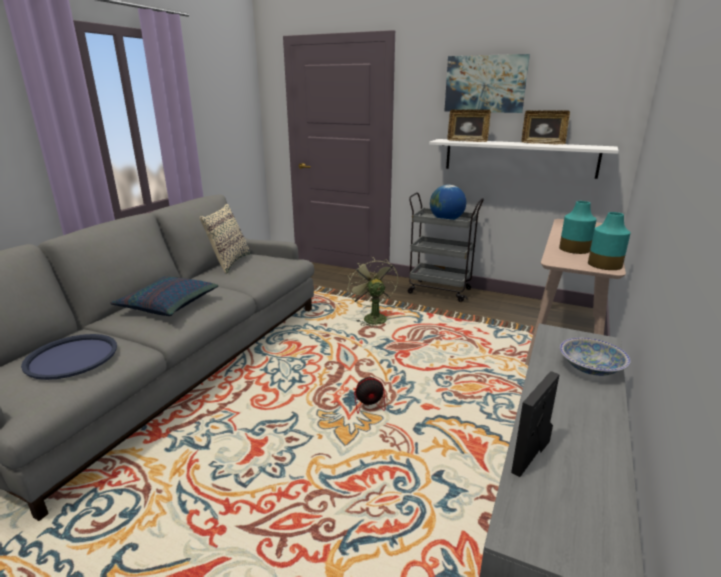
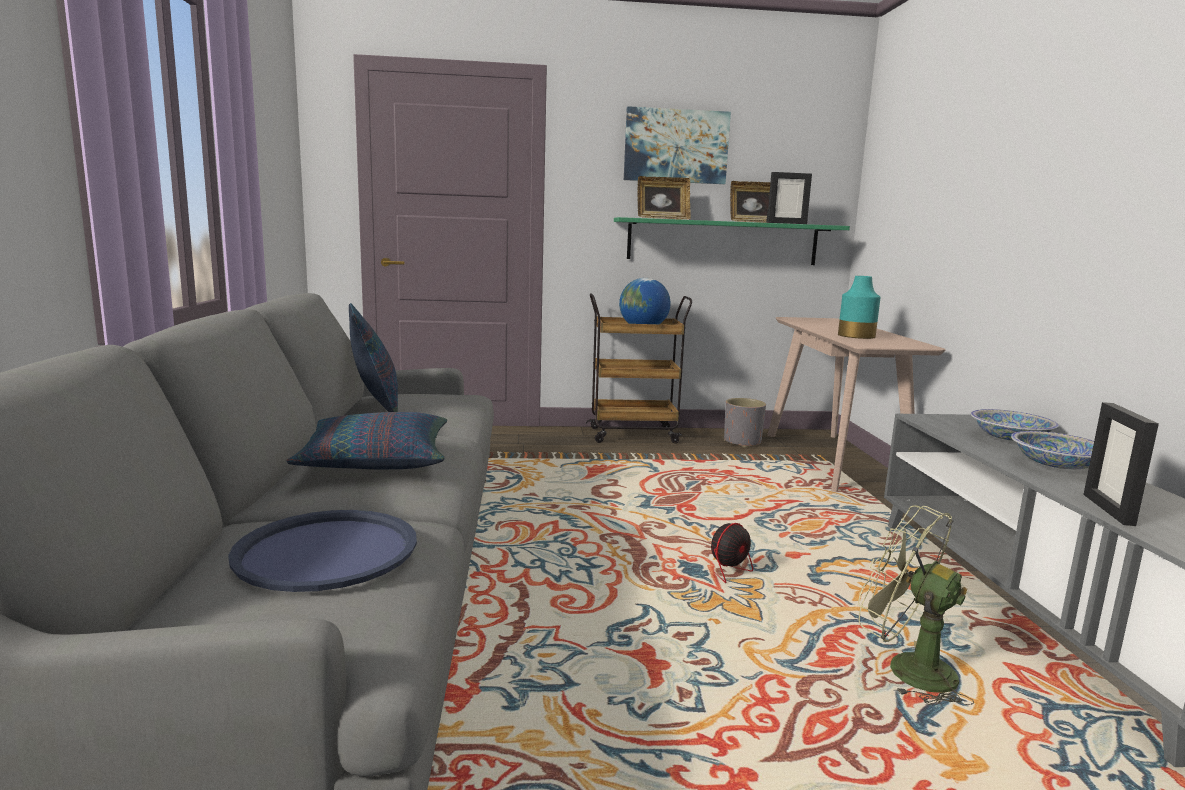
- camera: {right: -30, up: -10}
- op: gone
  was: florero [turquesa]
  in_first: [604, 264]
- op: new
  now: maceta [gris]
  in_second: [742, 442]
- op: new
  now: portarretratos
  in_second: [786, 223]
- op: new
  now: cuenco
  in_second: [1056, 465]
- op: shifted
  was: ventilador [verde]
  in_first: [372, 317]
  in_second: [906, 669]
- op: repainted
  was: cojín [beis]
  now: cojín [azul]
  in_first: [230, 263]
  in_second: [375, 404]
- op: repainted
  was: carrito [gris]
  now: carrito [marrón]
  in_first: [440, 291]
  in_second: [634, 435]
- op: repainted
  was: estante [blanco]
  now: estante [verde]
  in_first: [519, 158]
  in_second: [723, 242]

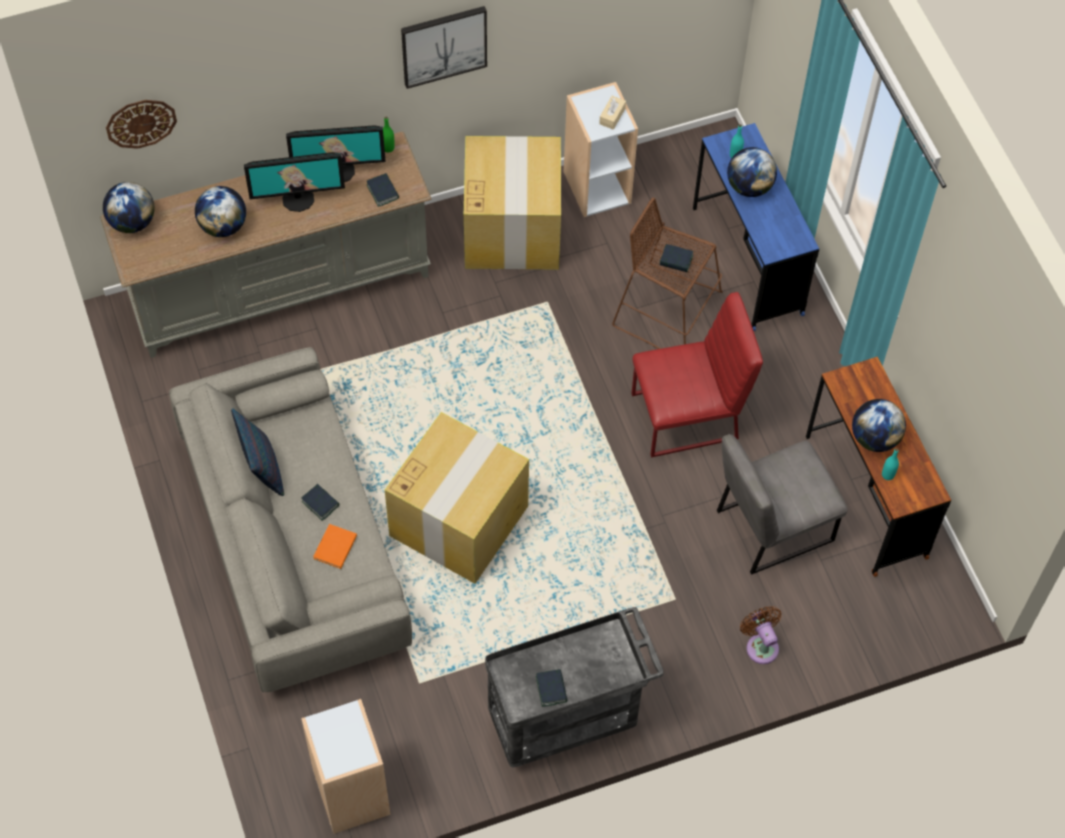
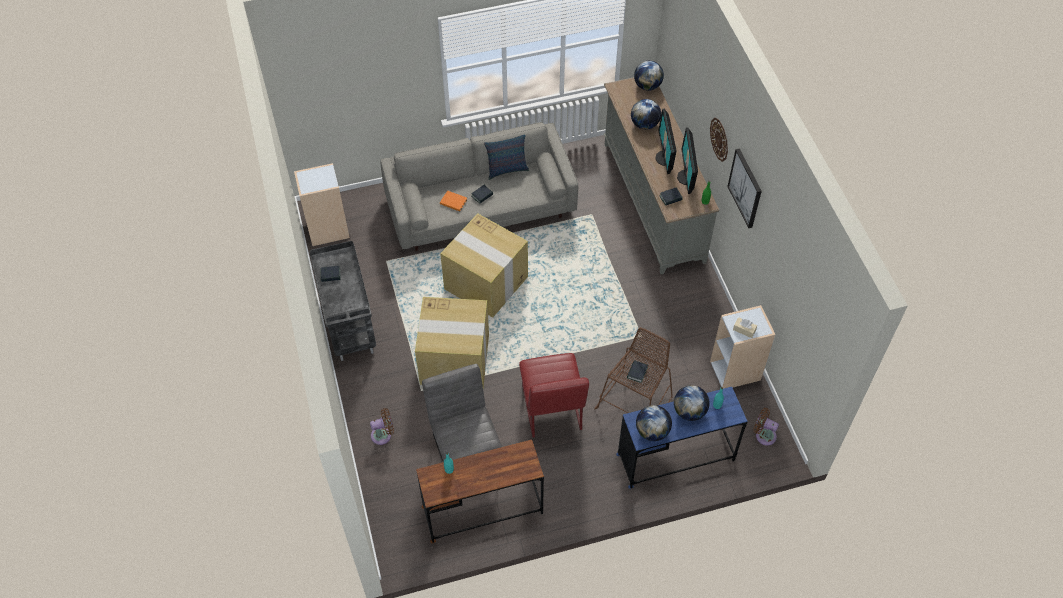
- camera: {right: 95, up: -5}
- op: new
  now: ventilador [marrón]
  in_second: [763, 435]
- op: shifted
  was: reloj de pared
  in_first: [141, 123]
  in_second: [719, 139]
- op: shifted
  was: caja de cartón
  in_first: [512, 229]
  in_second: [456, 359]
- op: shifted
  was: globo terráqueo
  in_first: [874, 438]
  in_second: [652, 431]

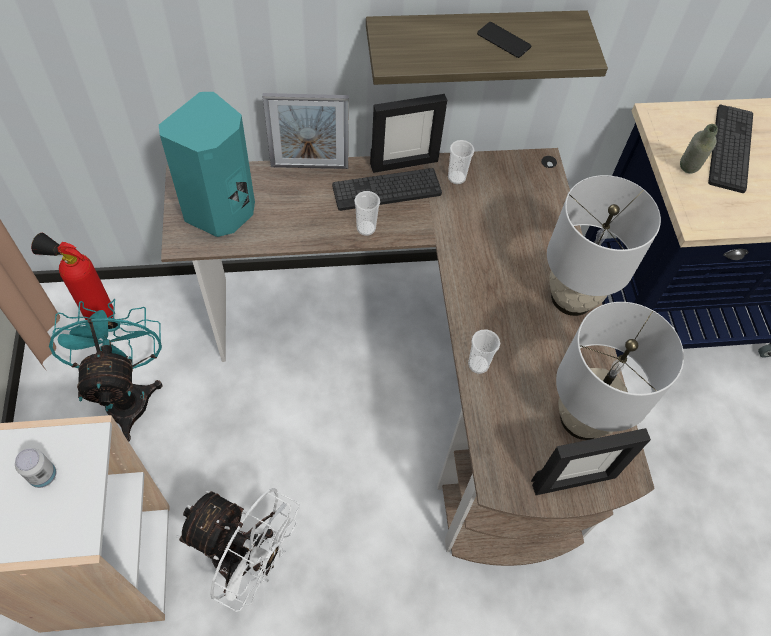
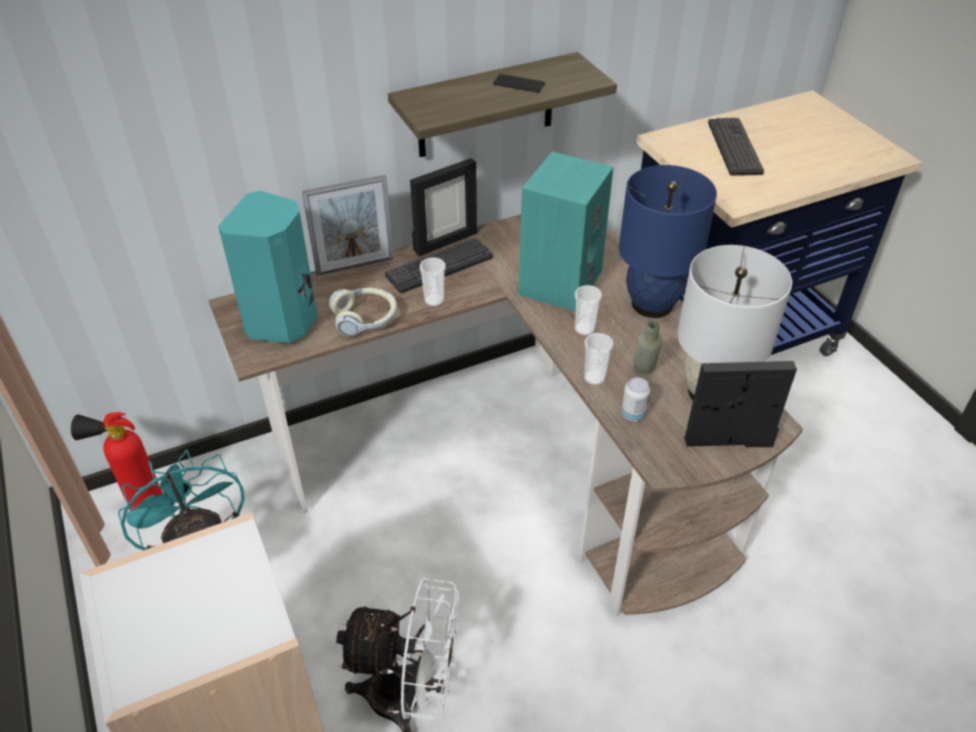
- camera: {right: -15, up: -15}
- op: new
  now: auriculares
  in_second: [365, 319]
- op: new
  now: altavoz [turquesa]
  in_second: [559, 281]
- op: shifted
  was: lata
  in_first: [43, 476]
  in_second: [633, 414]
- op: shifted
  was: taza
  in_first: [456, 177]
  in_second: [584, 329]
- op: shifted
  was: botella [gris]
  in_first: [685, 174]
  in_second: [643, 375]
- op: repainted
  was: lámpara de mesa [blanco]
  now: lámpara de mesa [azul]
  in_first: [571, 297]
  in_second: [651, 304]
- op: rotated
  was: portarretratos
  in_first: [573, 479]
  in_second: [728, 442]
  clockwise: -150

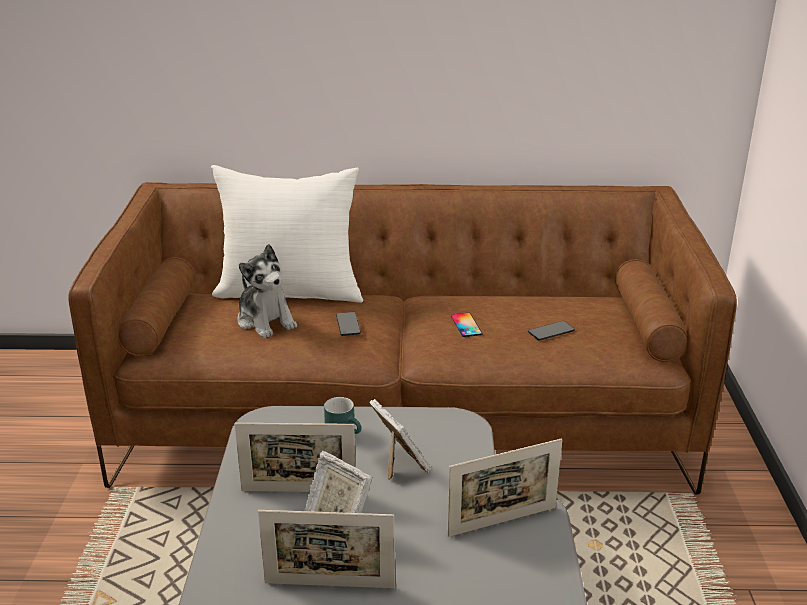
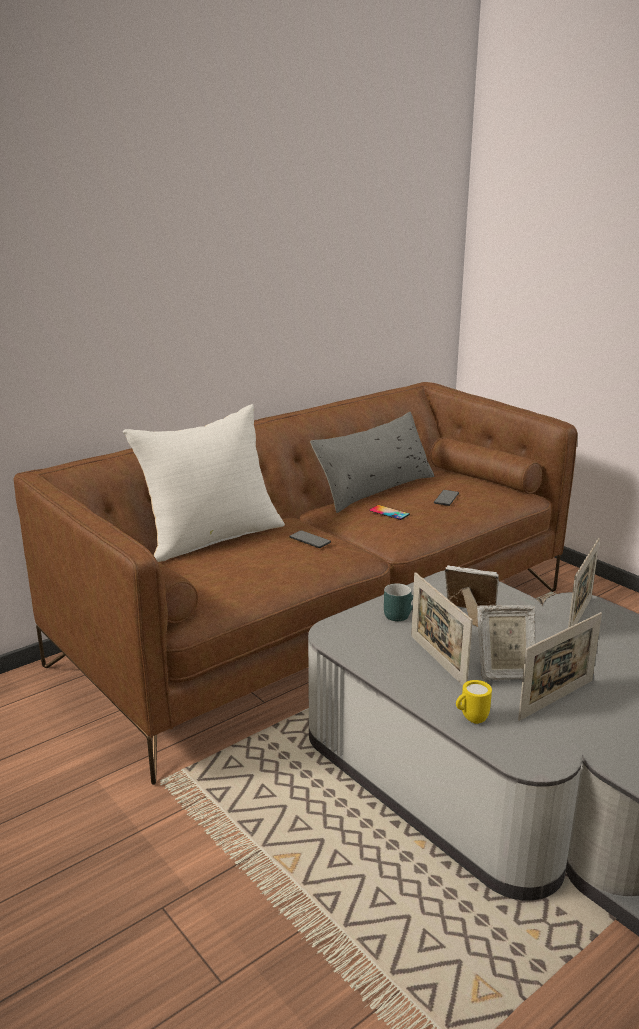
- camera: {right: -40, up: -5}
- op: gone
  was: peluche
  in_first: [266, 321]
- op: new
  now: cojín [gris]
  in_second: [374, 489]
- op: new
  now: taza grande [amarillo]
  in_second: [470, 719]
- op: rotated
  was: portarretratos
  in_first: [298, 491]
  in_second: [437, 661]
  clockwise: 105

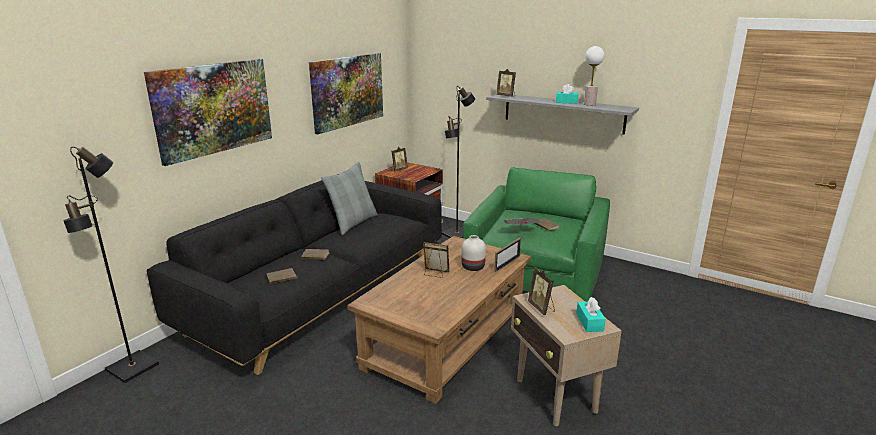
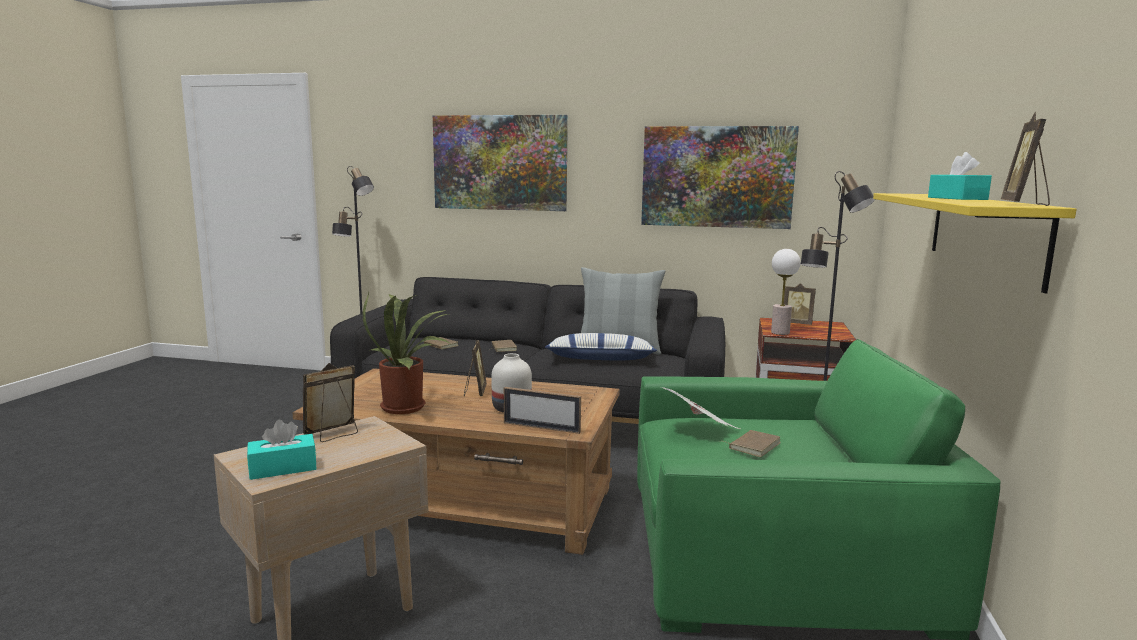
- camera: {right: 70, up: -10}
- op: new
  now: planta en maceta
  in_second: [408, 407]
- op: new
  now: cojín
  in_second: [600, 359]
- op: shifted
  was: portarretratos
  in_first: [506, 96]
  in_second: [1024, 204]
- op: shifted
  was: lámpara de mesa
  in_first: [589, 104]
  in_second: [780, 332]
- op: repainted
  was: estante [gris]
  now: estante [amarillo]
  in_first: [563, 113]
  in_second: [982, 233]

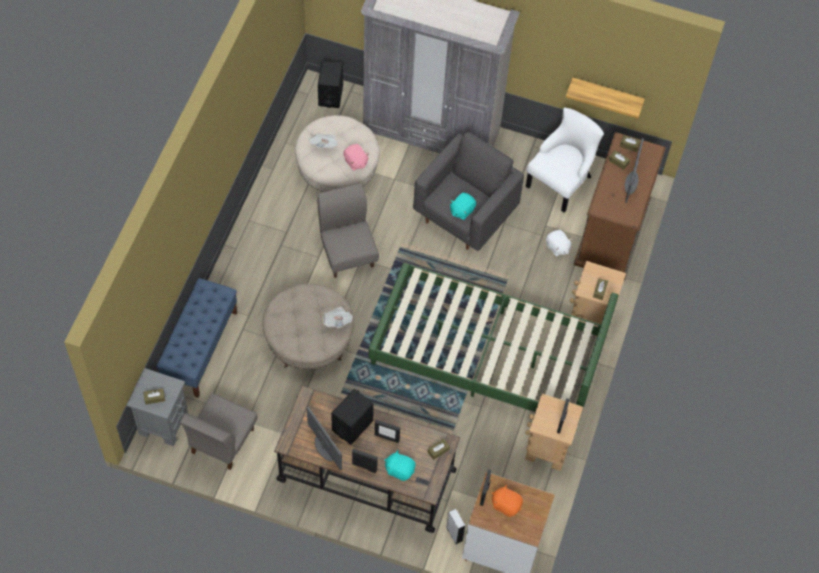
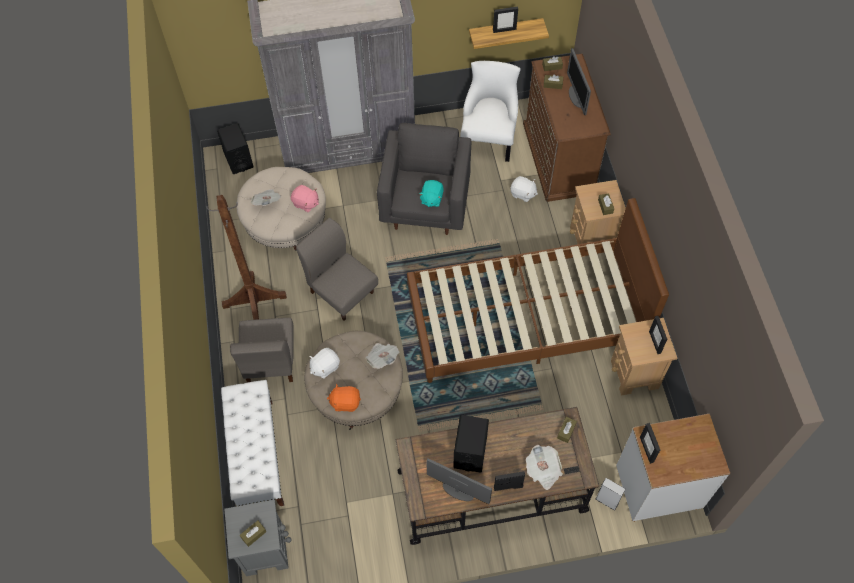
- camera: {right: -25, up: 0}
- op: new
  now: perchero [marrón]
  in_second: [254, 301]
- op: new
  now: peluche [blanco]
  in_second: [325, 367]
- op: shifted
  was: silla [gris]
  in_first: [222, 441]
  in_second: [270, 361]
- op: shifted
  was: portarretratos
  in_first: [387, 437]
  in_second: [504, 29]
- op: shifted
  was: peluche [naranja]
  in_first: [506, 505]
  in_second: [345, 402]
- op: swapped
  was: peluche [turquesa]
  now: periódico
  in_first: [399, 469]
  in_second: [543, 470]
- op: repainted
  was: banco [azul]
  now: banco [blanco]
  in_first: [200, 348]
  in_second: [257, 455]
- op: repainted
  was: cama [verde]
  now: cama [marrón]
  in_first: [487, 355]
  in_second: [526, 319]

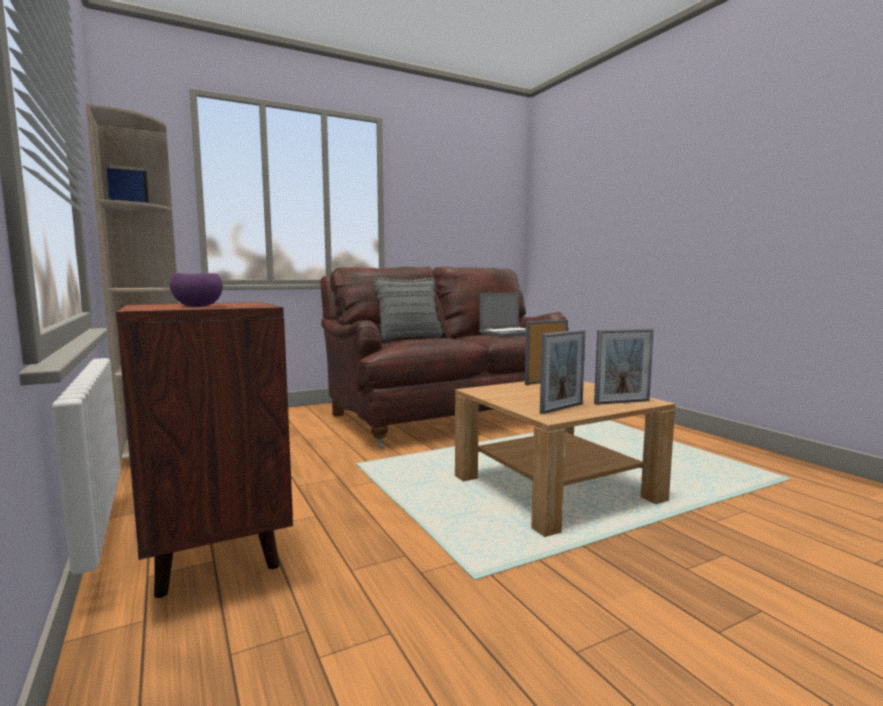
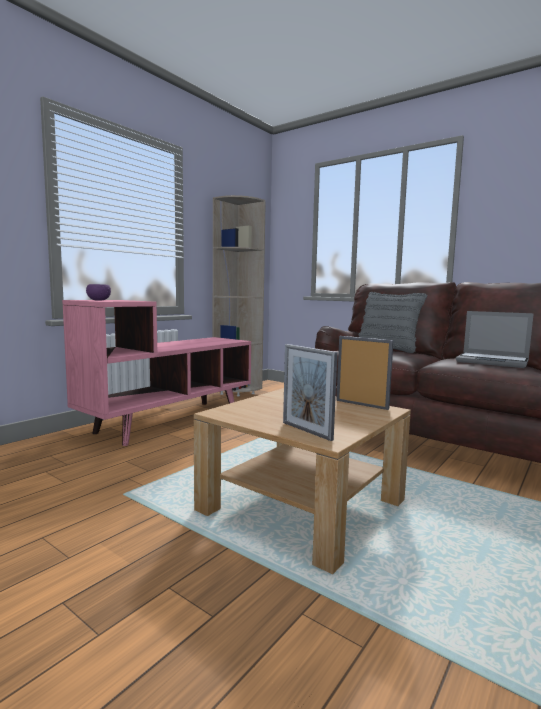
- camera: {right: 65, up: 0}
- op: gone
  was: portarretratos
  in_first: [561, 408]
- op: repainted
  was: mueble de televisión [marrón]
  now: mueble de televisión [rosa]
  in_first: [206, 516]
  in_second: [171, 420]

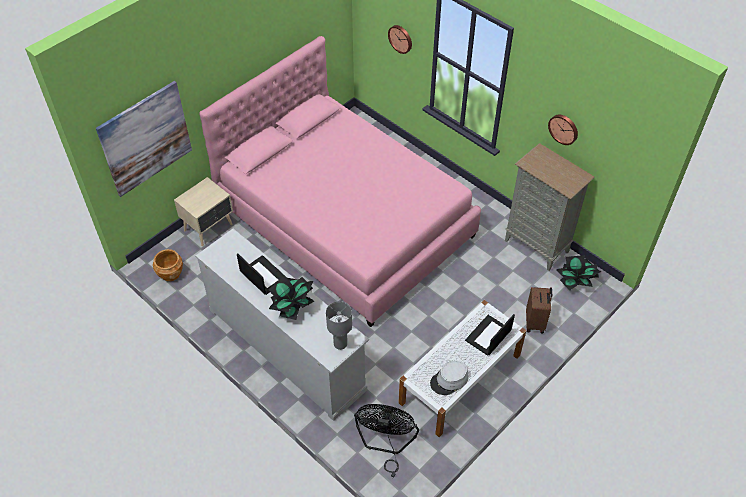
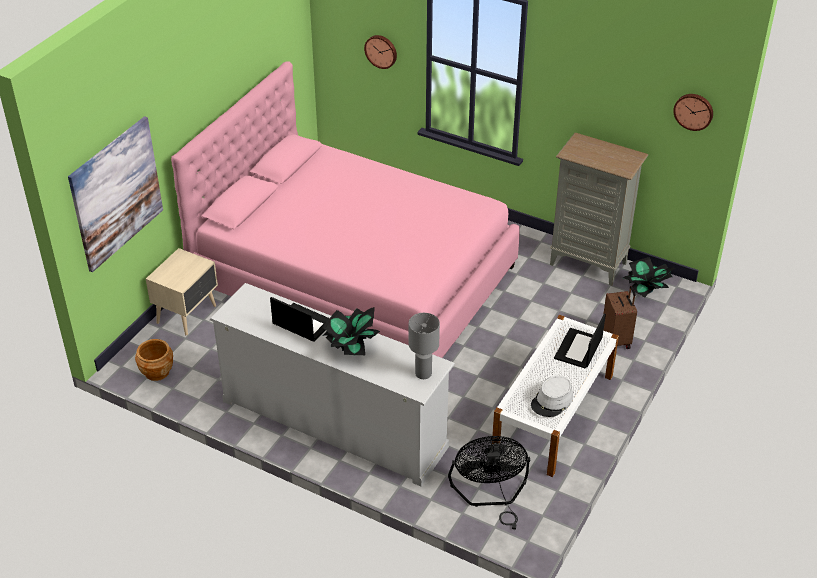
- camera: {right: -15, up: -10}
- op: shifted
  was: reloj de pared
  in_first: [564, 128]
  in_second: [694, 111]

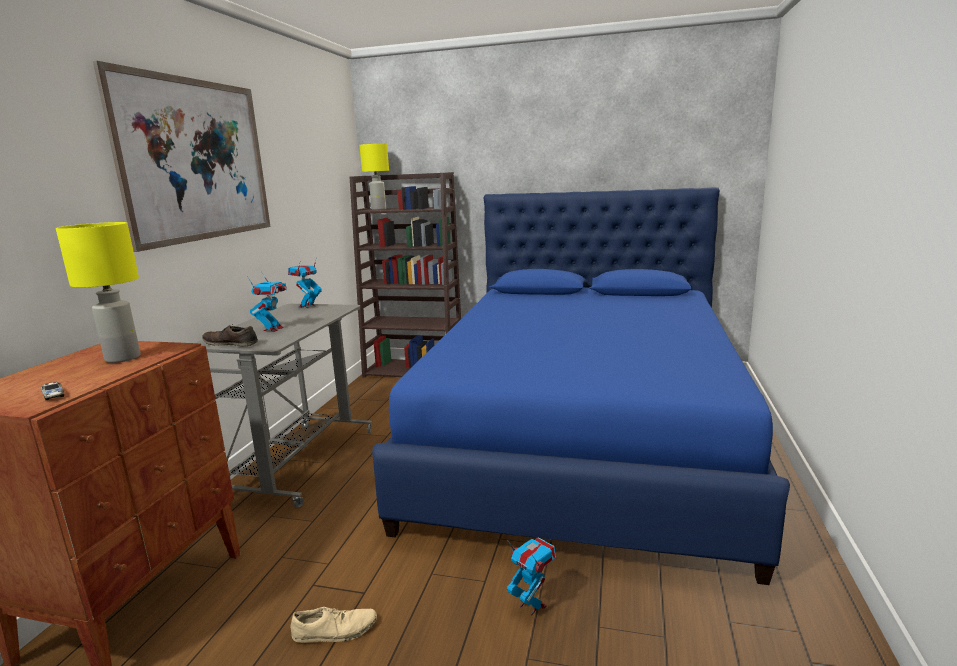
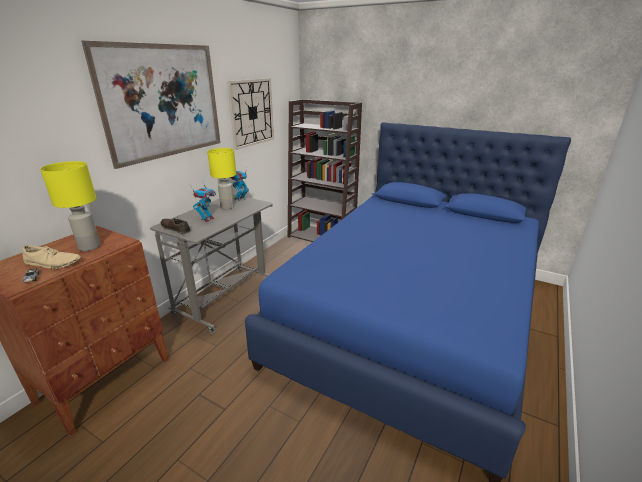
- camera: {right: 15, up: 10}
- op: gone
  was: robot de juguete
  in_first: [532, 605]
- op: new
  now: reloj de pared
  in_second: [251, 112]
- op: shifted
  was: zapato [beis]
  in_first: [335, 631]
  in_second: [53, 263]
- op: shifted
  was: lámpara de mesa [amarillo]
  in_first: [379, 209]
  in_second: [228, 207]

